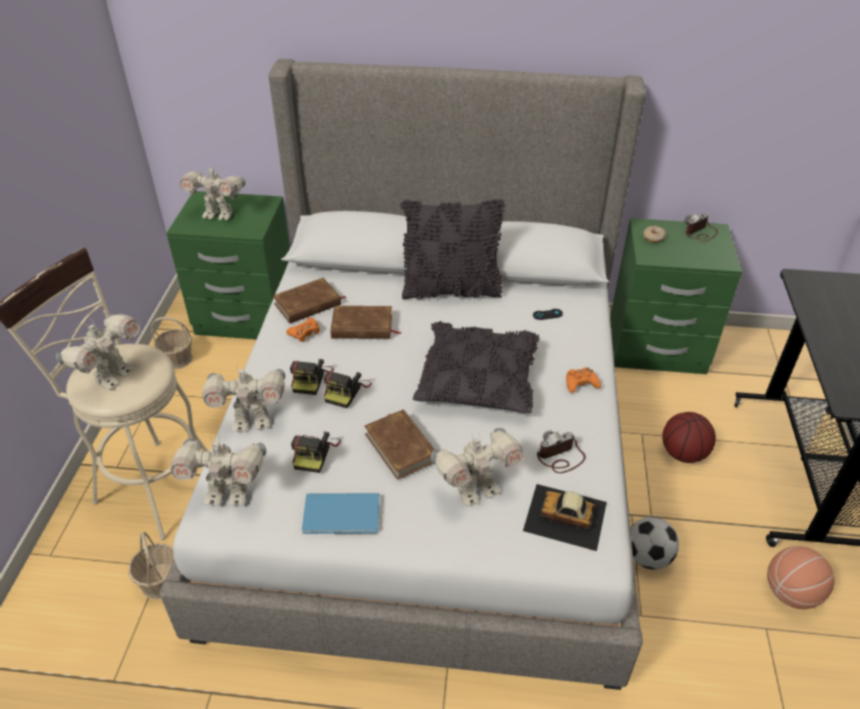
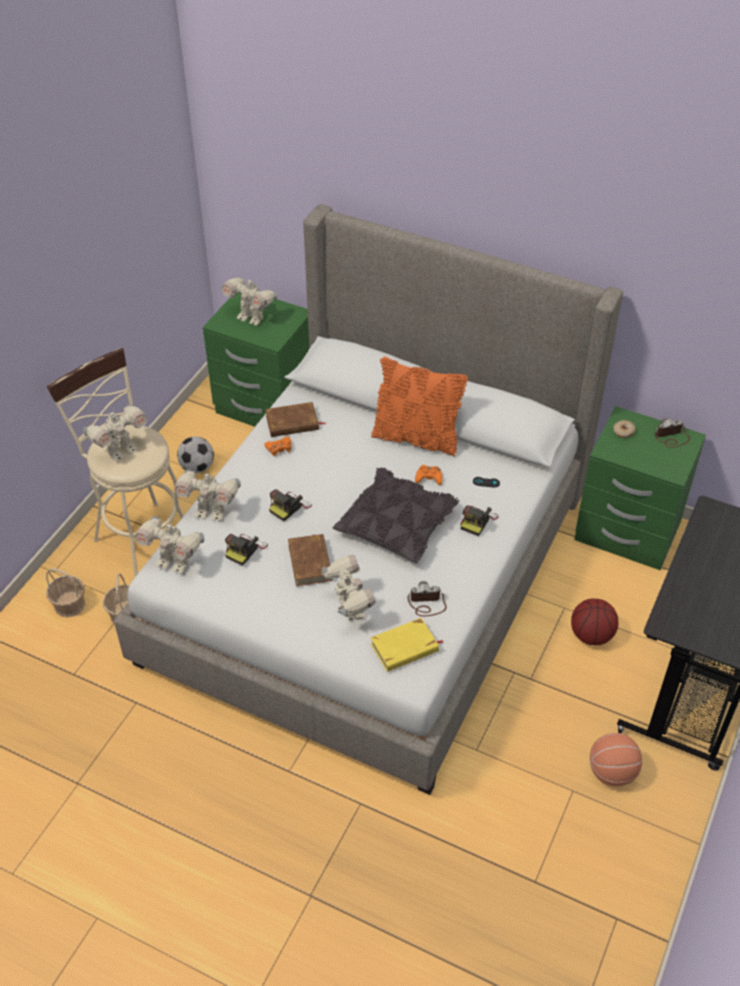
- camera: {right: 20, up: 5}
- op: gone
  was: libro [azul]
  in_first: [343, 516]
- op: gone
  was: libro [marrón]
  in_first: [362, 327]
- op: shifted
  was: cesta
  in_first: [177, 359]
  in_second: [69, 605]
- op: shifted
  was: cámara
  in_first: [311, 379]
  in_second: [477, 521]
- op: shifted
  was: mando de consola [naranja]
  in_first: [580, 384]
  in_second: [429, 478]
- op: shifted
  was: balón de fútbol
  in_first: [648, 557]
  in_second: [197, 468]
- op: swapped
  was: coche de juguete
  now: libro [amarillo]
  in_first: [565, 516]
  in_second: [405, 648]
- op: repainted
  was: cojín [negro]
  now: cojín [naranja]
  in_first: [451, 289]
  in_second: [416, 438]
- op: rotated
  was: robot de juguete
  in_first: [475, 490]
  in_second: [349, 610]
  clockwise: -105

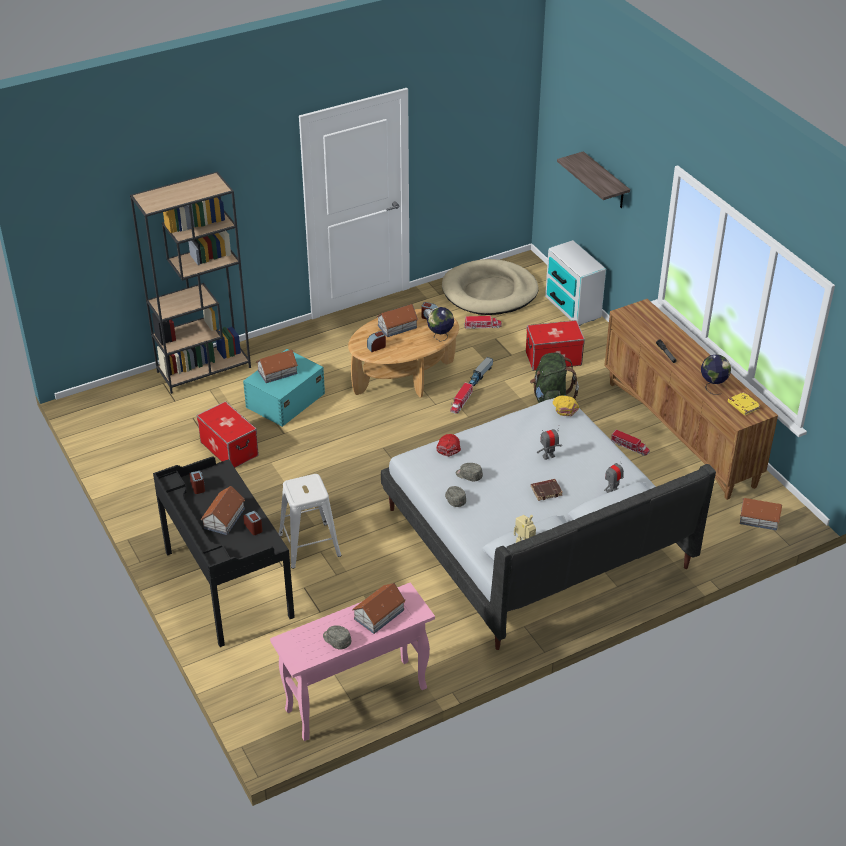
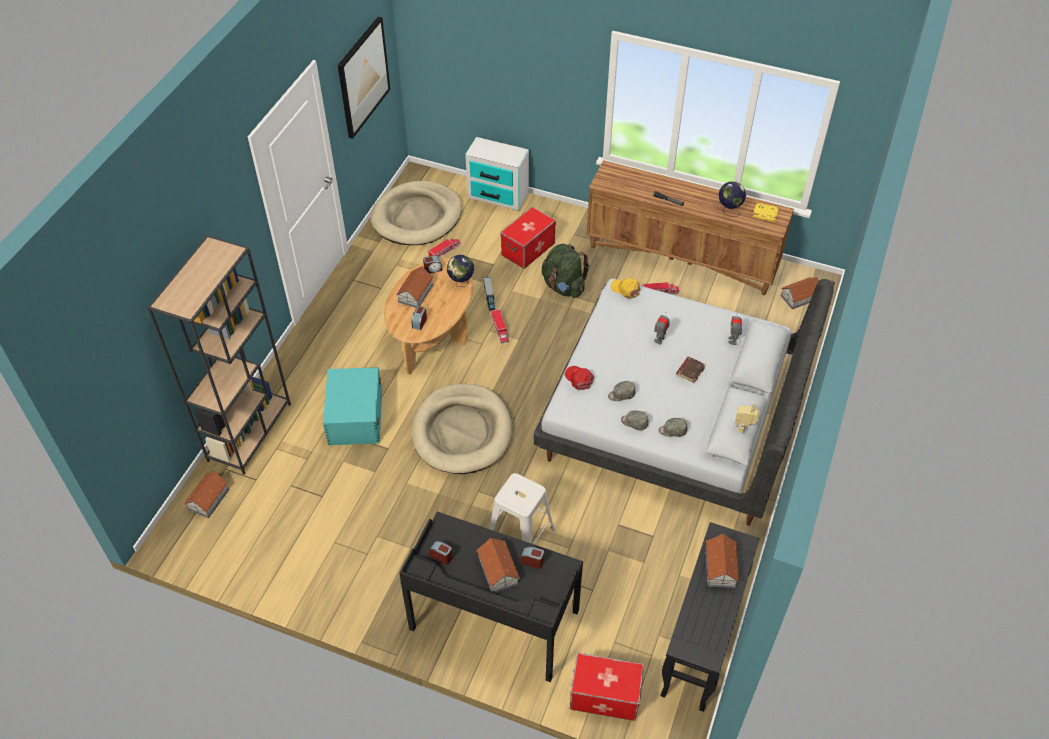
- camera: {right: -40, up: 10}
- op: gone
  was: estante
  in_first: [605, 181]
- op: new
  now: cuadro
  in_second: [363, 77]
- op: new
  now: cama para perro [beis]
  in_second: [462, 432]
- op: shifted
  was: caja de almacenaje
  in_first: [229, 449]
  in_second: [604, 696]
- op: shifted
  was: casita
  in_first: [278, 372]
  in_second: [209, 499]
- op: shifted
  was: gorra [gris]
  in_first: [336, 640]
  in_second: [672, 431]
- op: repainted
  was: mesa consola [rosa]
  now: mesa consola [negro]
  in_first: [355, 700]
  in_second: [700, 646]

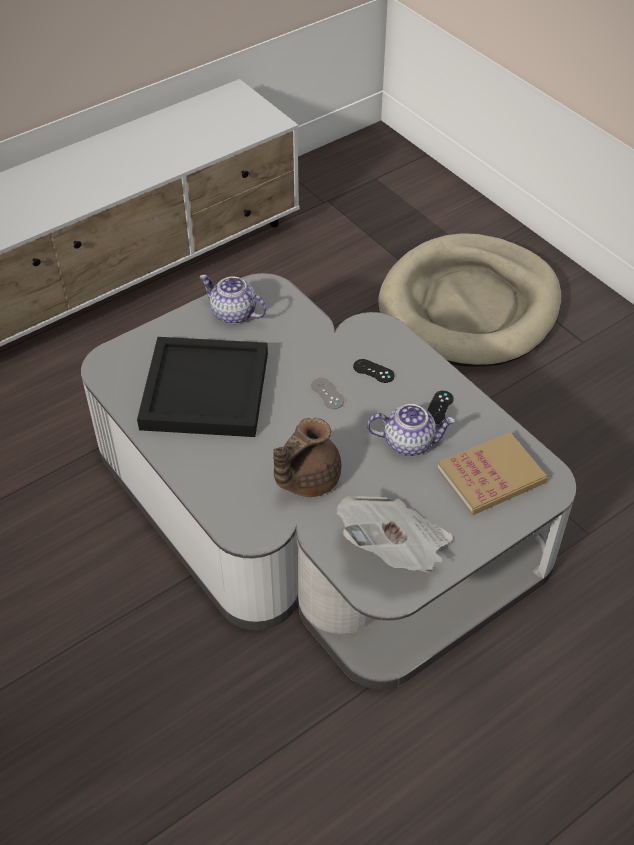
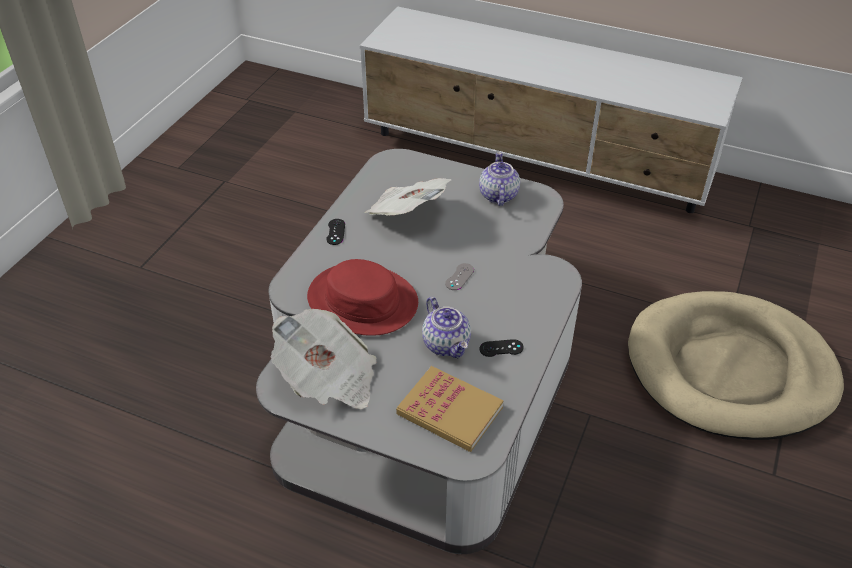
- camera: {right: 60, up: -5}
- op: shifted
  was: mando de consola [negro]
  in_first: [373, 371]
  in_second: [335, 232]
- op: swapped
  was: bandeja [negro]
  now: periódico
  in_first: [204, 391]
  in_second: [407, 214]
- op: swapped
  was: tetera [marrón]
  now: sombrero [rojo]
  in_first: [306, 479]
  in_second: [363, 300]

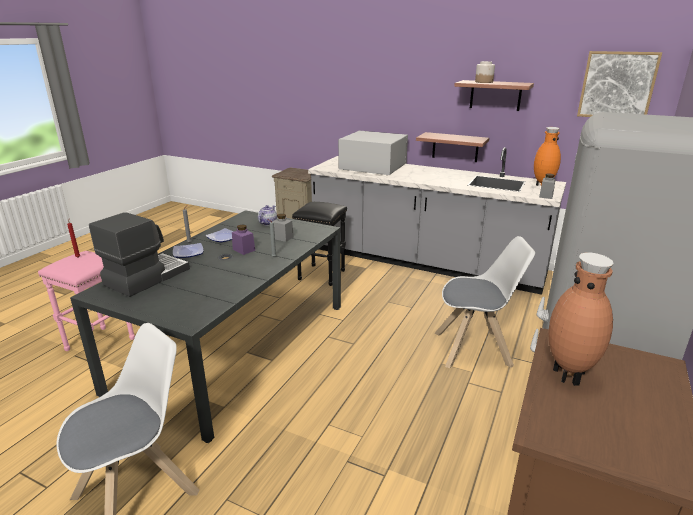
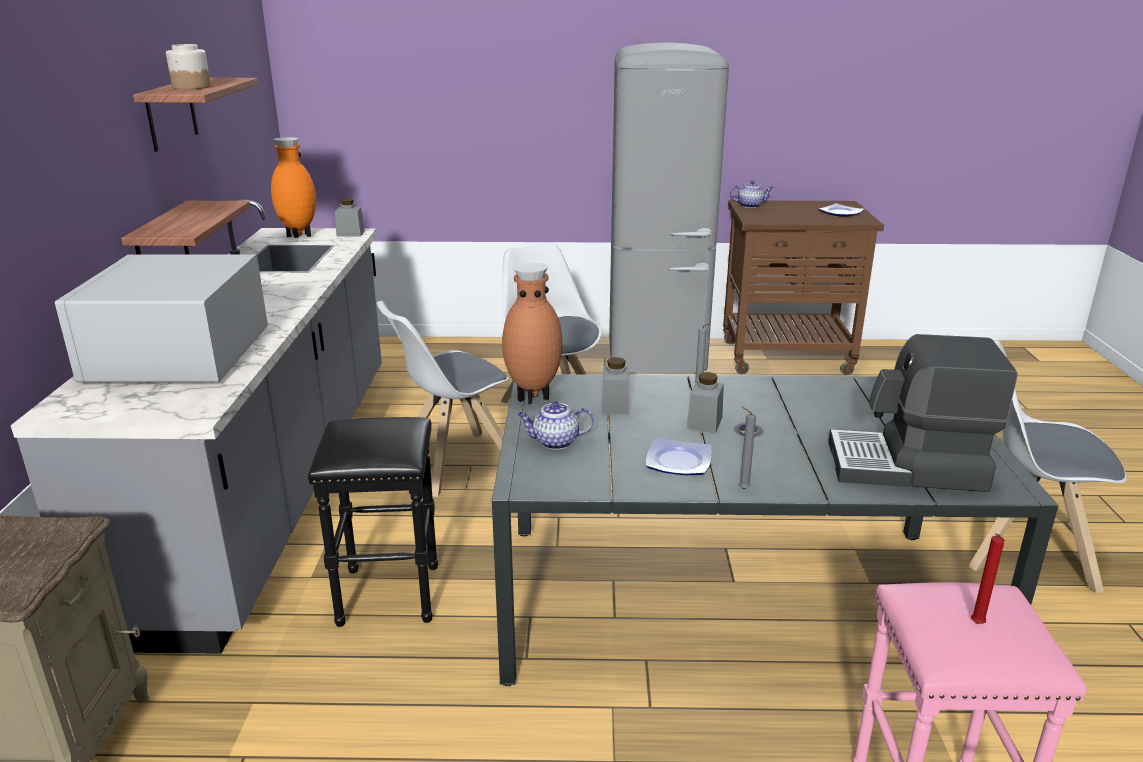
- camera: {right: -115, up: 0}
- op: gone
  was: cuadro
  in_first: [617, 85]
- op: new
  now: silla
  in_second: [454, 464]
- op: new
  now: tetera
  in_second: [750, 206]
- op: shifted
  was: plato
  in_first: [189, 253]
  in_second: [840, 213]
- op: shifted
  was: florero [marrón]
  in_first: [569, 375]
  in_second: [533, 396]
- op: repainted
  was: tarro [morado]
  now: tarro [gris]
  in_first: [244, 250]
  in_second: [704, 422]

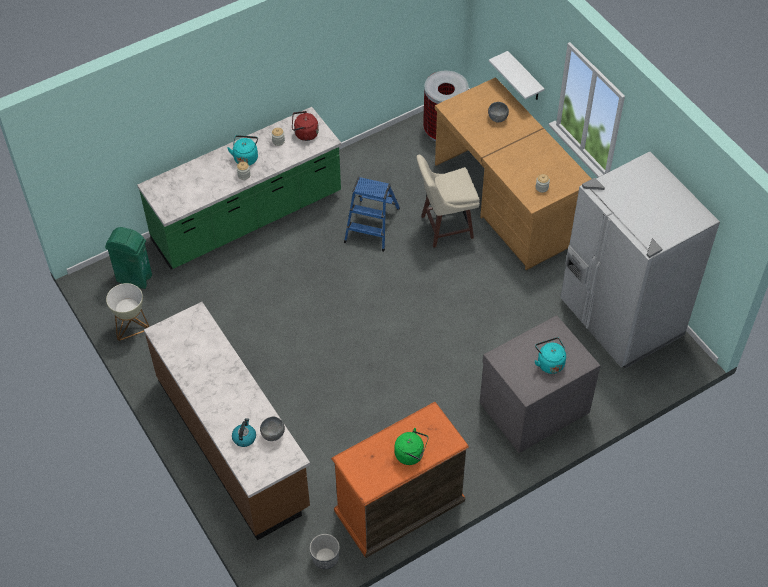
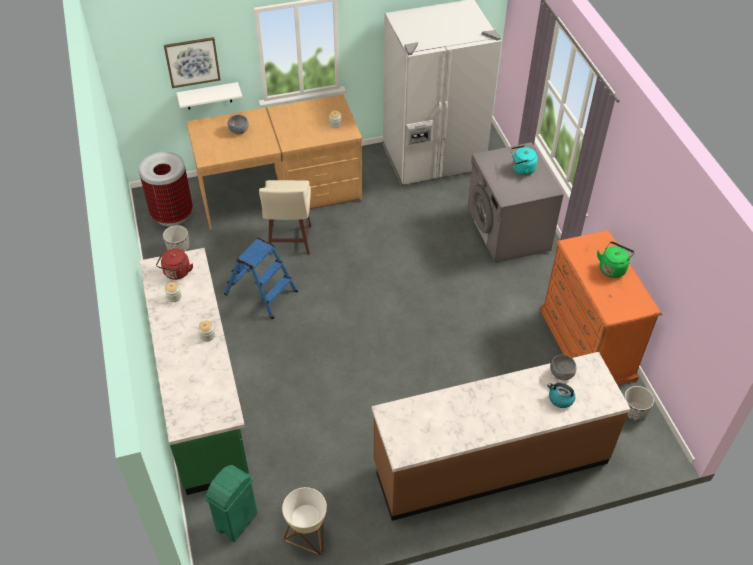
- camera: {right: -75, up: -5}
- op: gone
  was: hervidor [turquesa]
  in_first: [246, 157]
- op: new
  now: maceta
  in_second: [178, 248]
- op: new
  now: cuadro
  in_second: [192, 62]

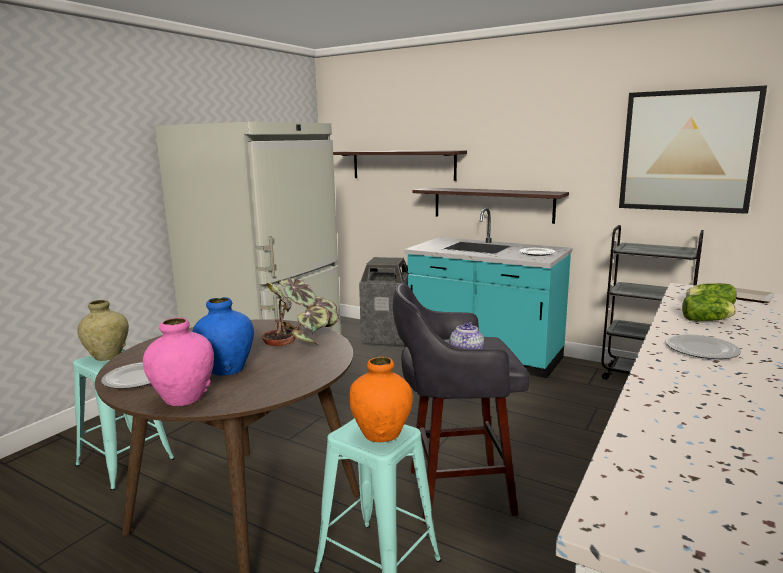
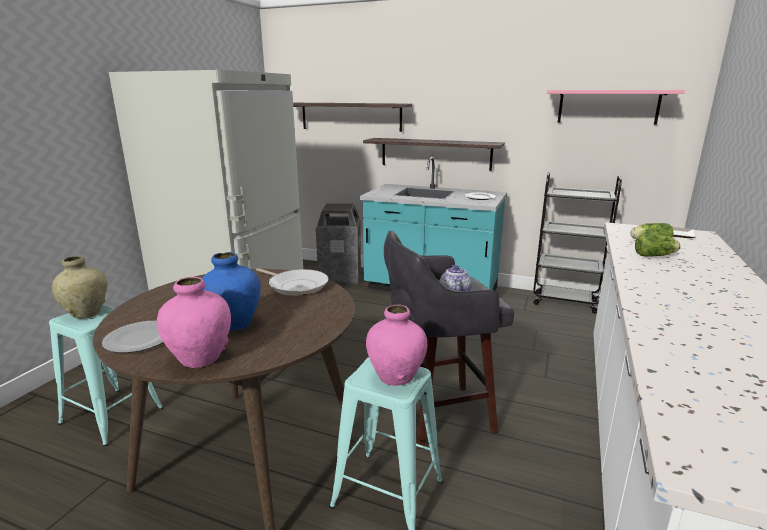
- camera: {right: -10, up: 5}
- op: gone
  was: plato
  in_first: [701, 349]
- op: swapped
  was: planta en maceta
  now: sartén
  in_first: [302, 337]
  in_second: [296, 286]
- op: swapped
  was: cuadro
  now: estante [rosa]
  in_first: [687, 151]
  in_second: [608, 107]
- op: repainted
  was: florero [naranja]
  now: florero [rosa]
  in_first: [381, 434]
  in_second: [396, 377]

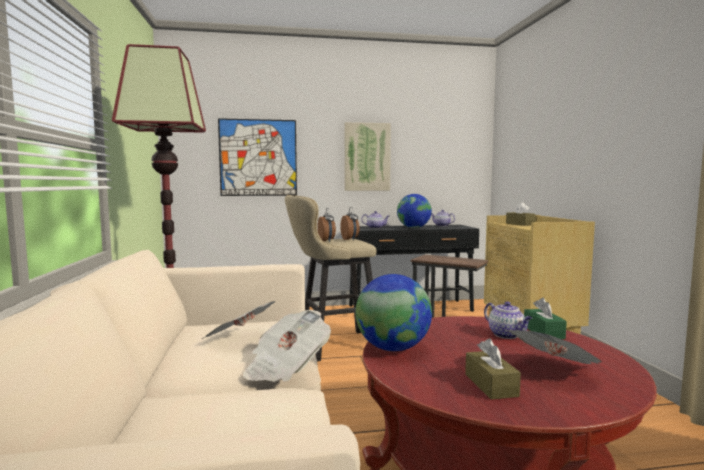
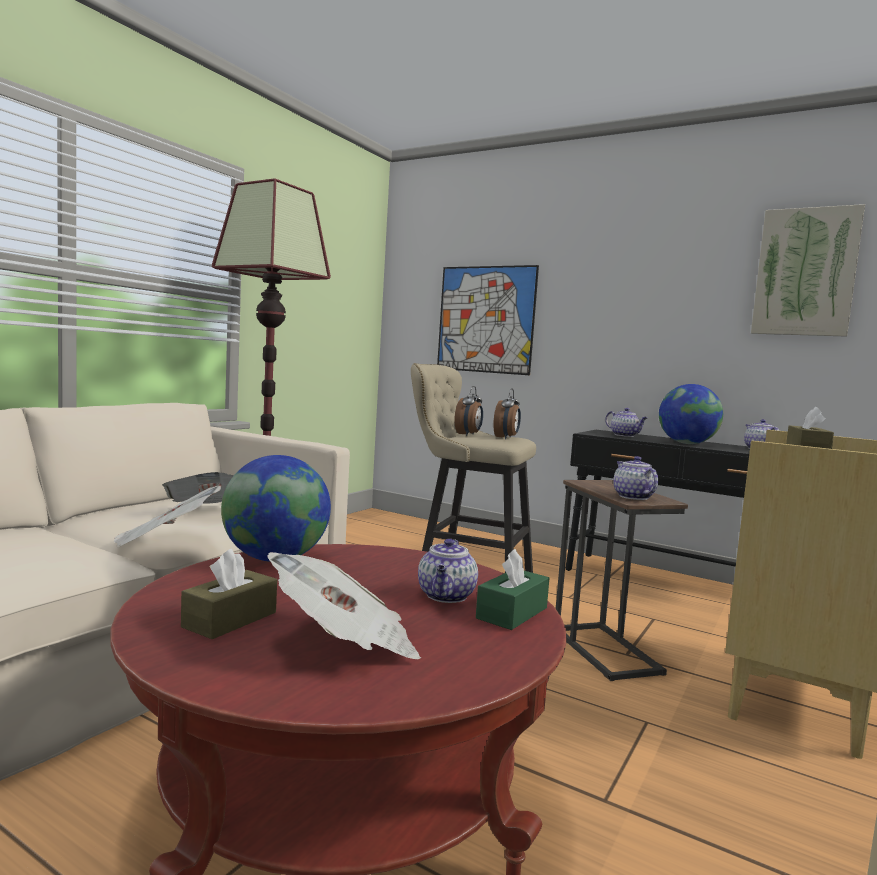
- camera: {right: 40, up: 0}
- op: new
  now: tetera
  in_second: [632, 497]
- op: shifted
  was: cuadro
  in_first: [367, 157]
  in_second: [805, 272]

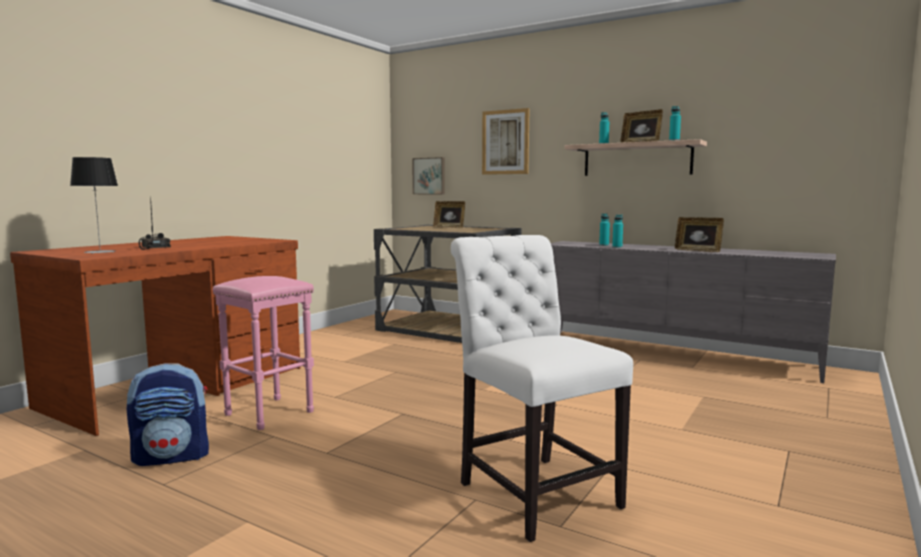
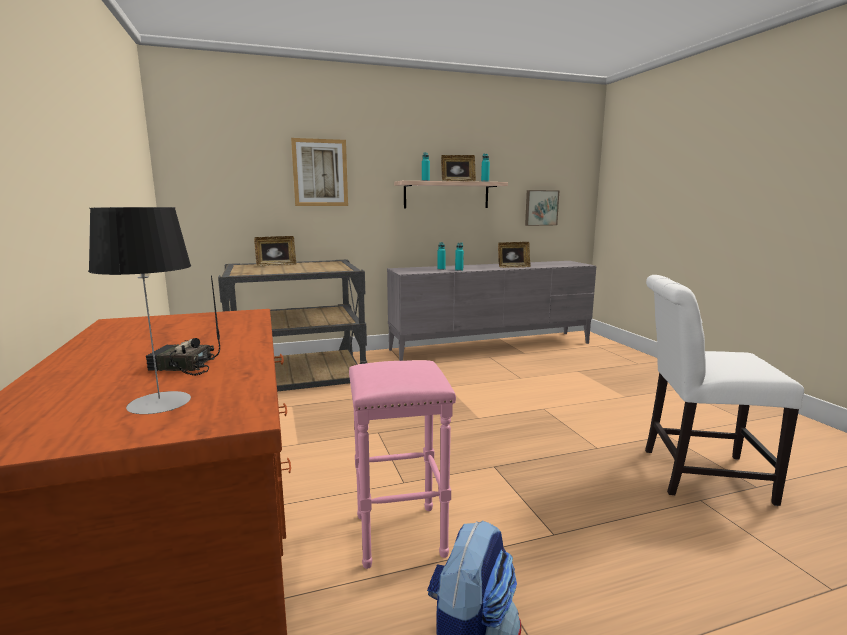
- camera: {right: -50, up: 5}
- op: shifted
  was: cuadro
  in_first: [429, 176]
  in_second: [541, 208]

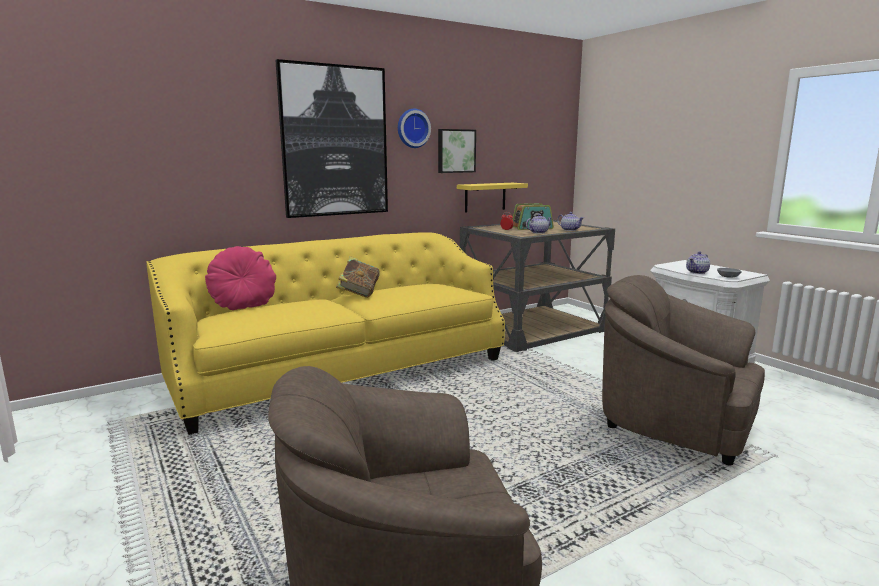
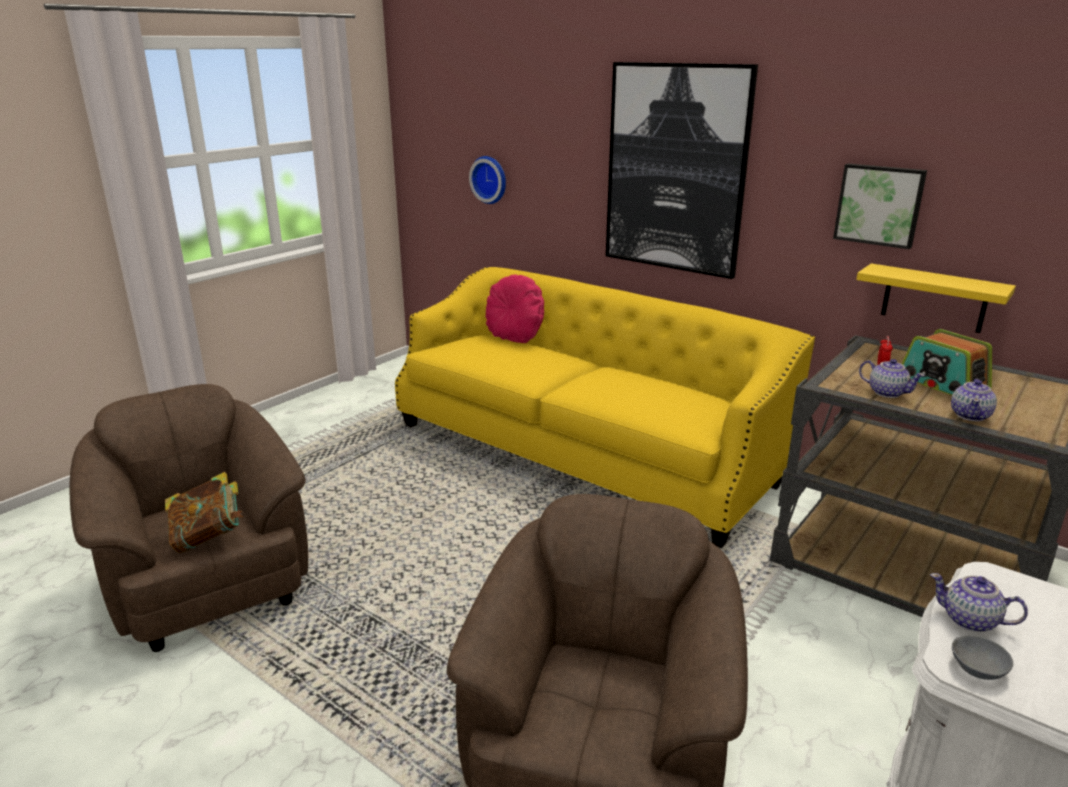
- camera: {right: 70, up: 10}
- op: shifted
  was: libro
  in_first: [359, 294]
  in_second: [209, 537]
- op: shifted
  was: reloj de pared
  in_first: [412, 128]
  in_second: [490, 179]

